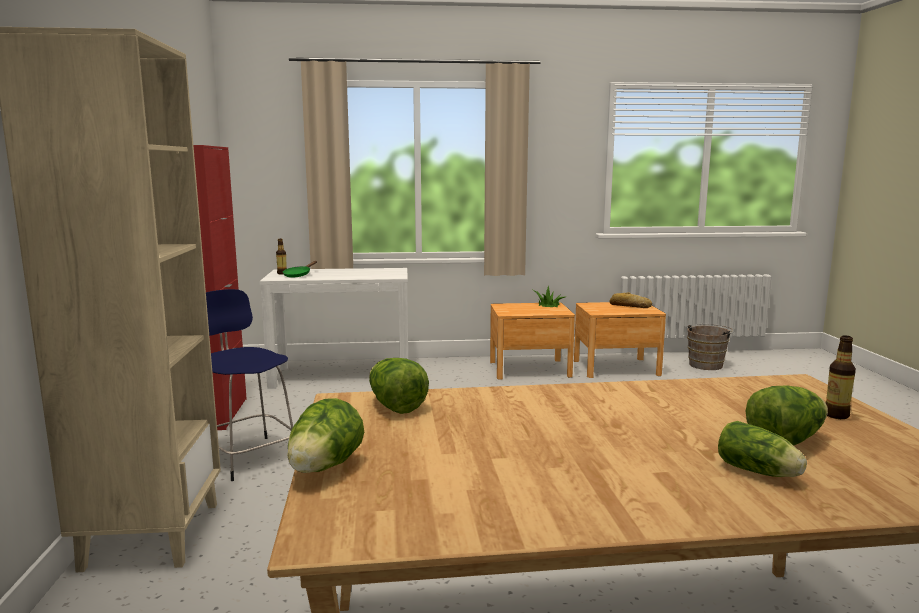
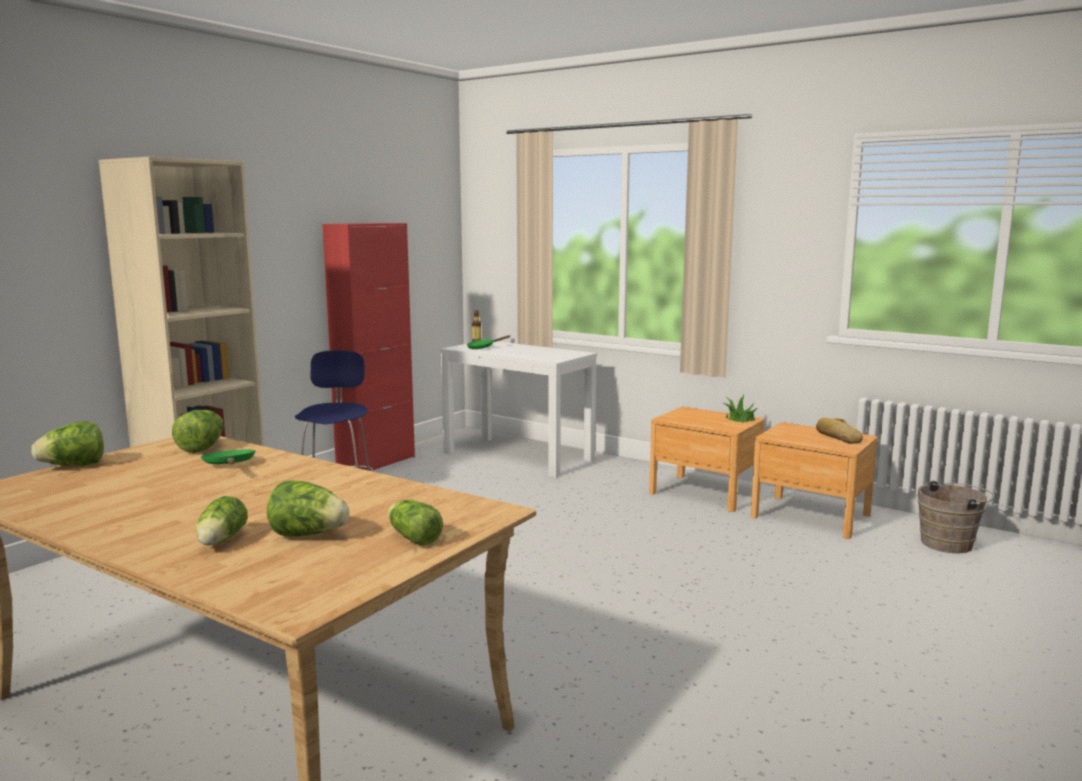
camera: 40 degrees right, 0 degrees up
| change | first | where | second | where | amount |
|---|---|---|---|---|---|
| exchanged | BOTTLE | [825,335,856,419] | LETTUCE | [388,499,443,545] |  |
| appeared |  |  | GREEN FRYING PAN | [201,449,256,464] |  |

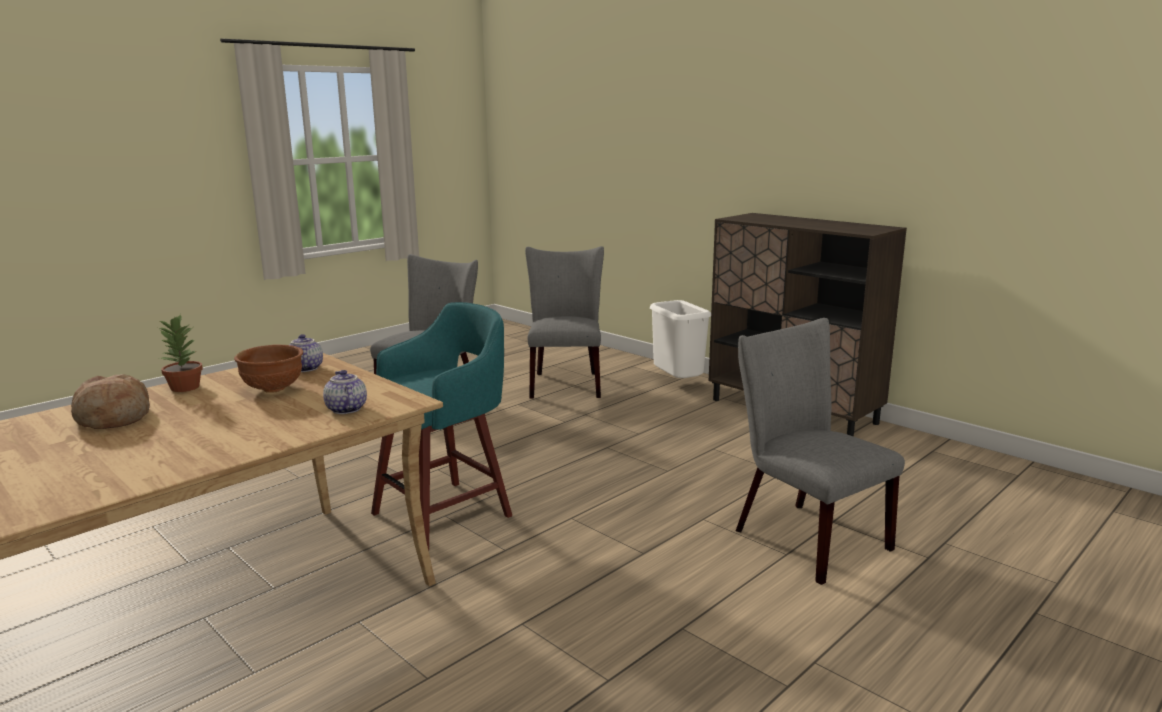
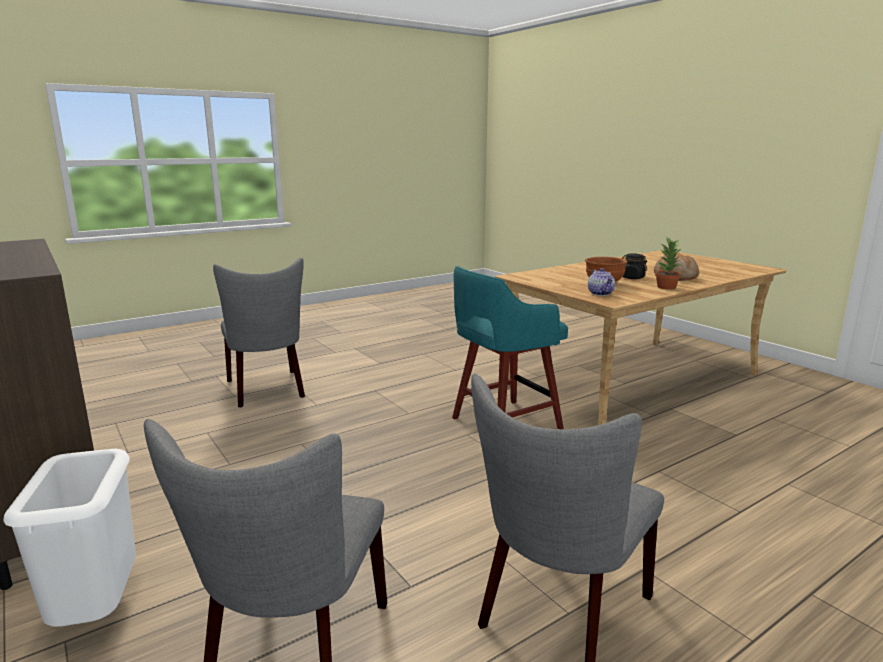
camera: 170 degrees left, 0 degrees up
| change | first | where | second | where | amount |
|---|---|---|---|---|---|
| missing | TEAPOT | [323,370,367,414] |  |  |  |
| appeared |  |  | BLACK JAR | [622,254,647,279] |  |

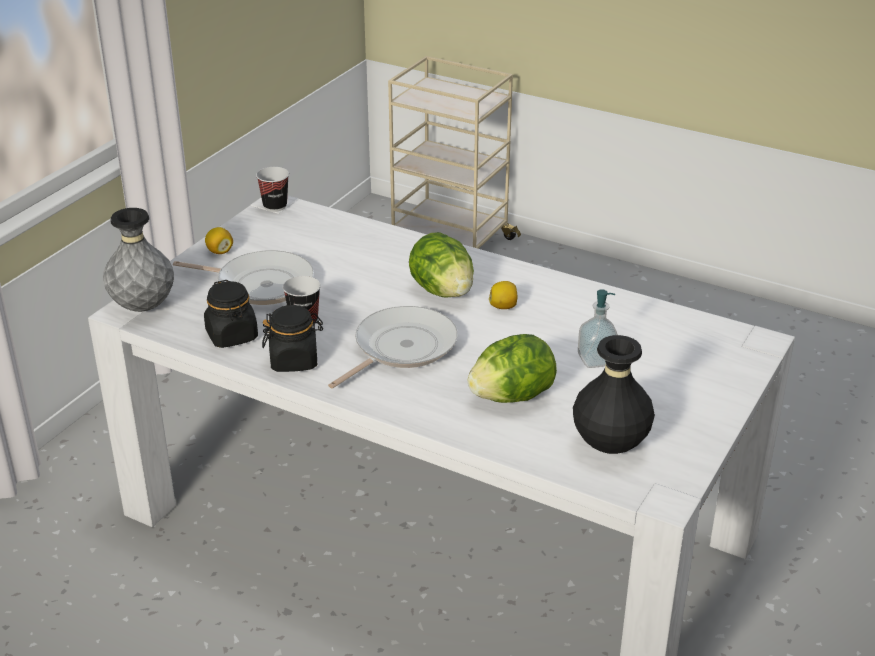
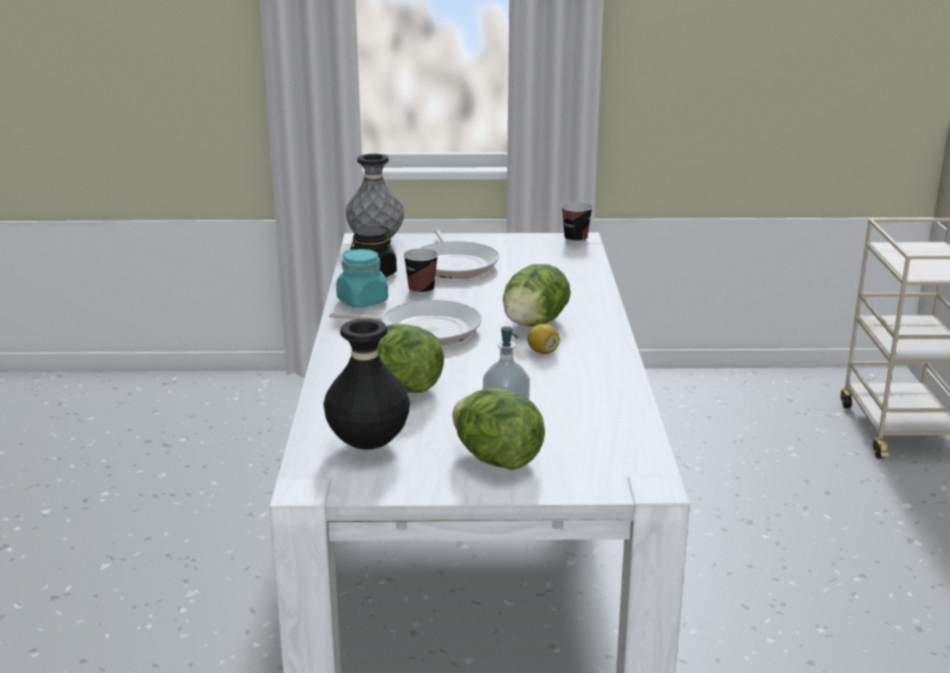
camera: 60 degrees right, 10 degrees down
| change | first | where | second | where | amount |
|---|---|---|---|---|---|
| missing | LEMON | [205,227,233,254] |  |  |  |
| colour | BLACK JAR | [262,305,323,372] | TURQUOISE JAR | [336,249,388,308] |  |
| appeared |  |  | LETTUCE | [452,388,545,470] |  |

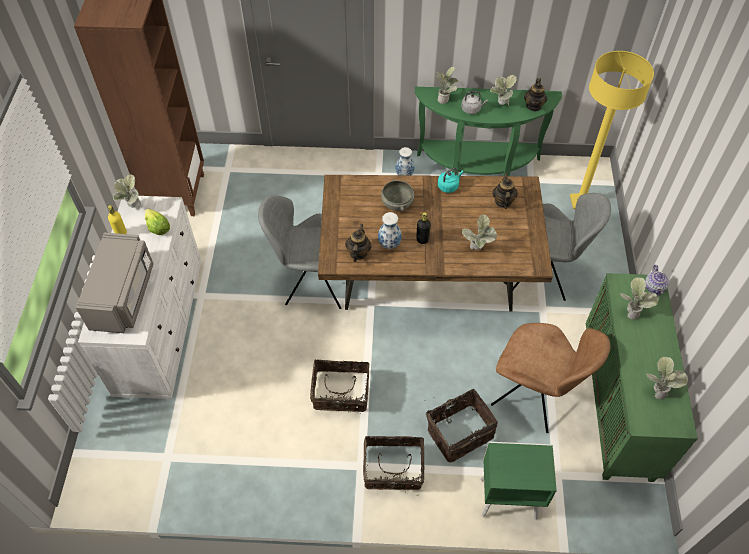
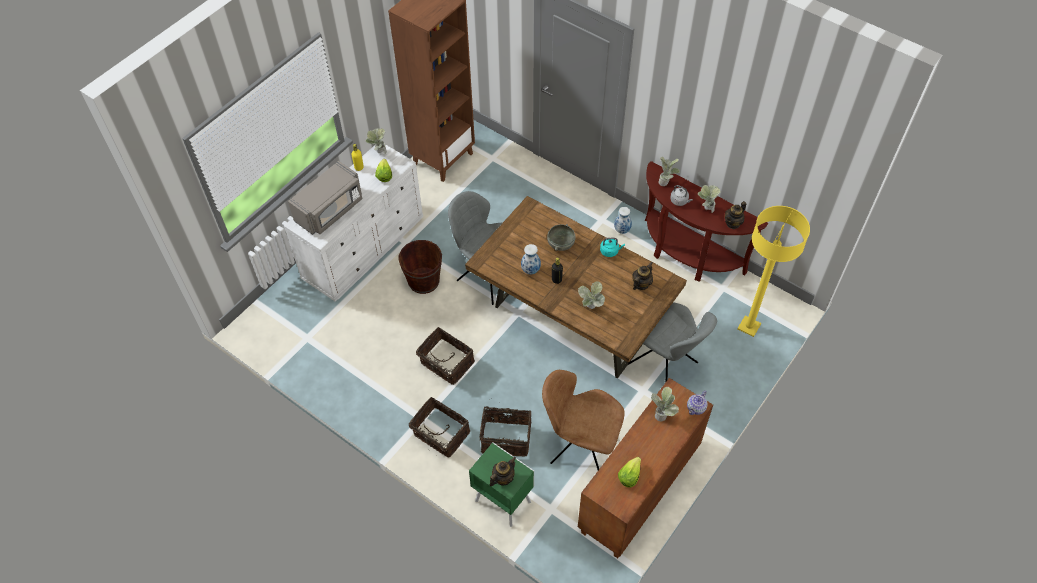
camera: 35 degrees right, 0 degrees up
| change | first | where | second | where | amount |
|---|---|---|---|---|---|
| relocated | TEAPOT | [345,224,372,262] |  | [490,457,516,486] |  |
| colour | GREEN CONSOLE TABLE | [415,87,562,176] | BROWN CONSOLE TABLE | [645,161,768,282] |  |
| spun | BROWN CHAIR | [491,323,610,433] |  | [542,370,625,470] | 135 degrees clockwise |
| colour | GREEN CABINET | [586,273,698,482] | BROWN CABINET | [578,378,713,558] |  |
| exchanged | POTTED PLANT | [646,357,688,399] | LETTUCE | [618,457,641,488] |  |
| appeared |  |  | BROWN BUCKET | [398,240,442,294] |  |

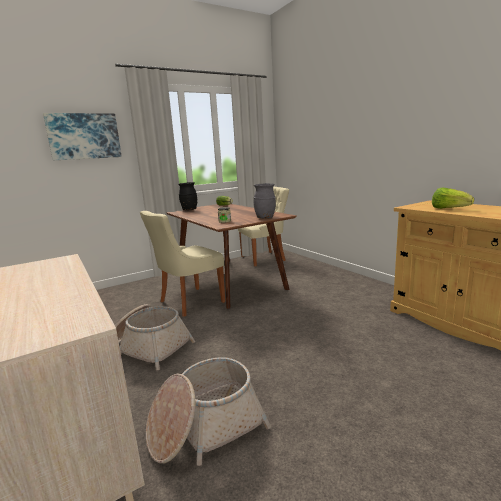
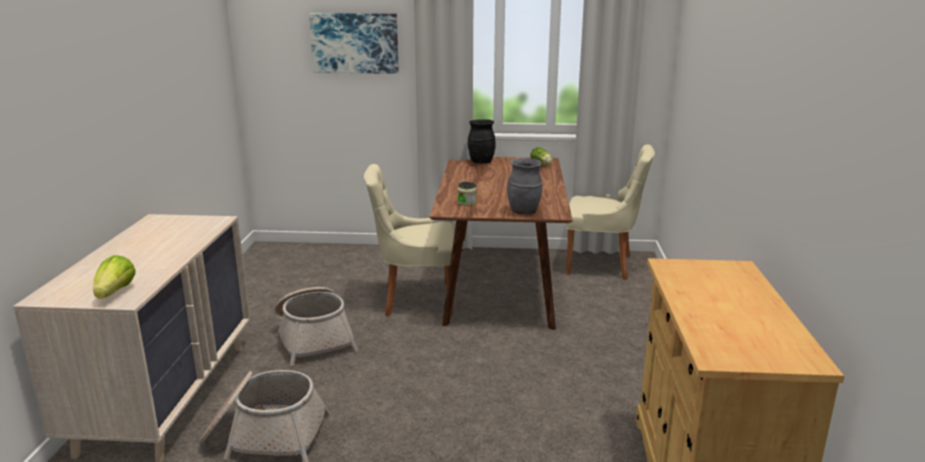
camera: 35 degrees right, 5 degrees up
| change | first | where | second | where | amount |
|---|---|---|---|---|---|
| relocated | LETTUCE | [432,188,474,209] |  | [93,255,136,298] |  |

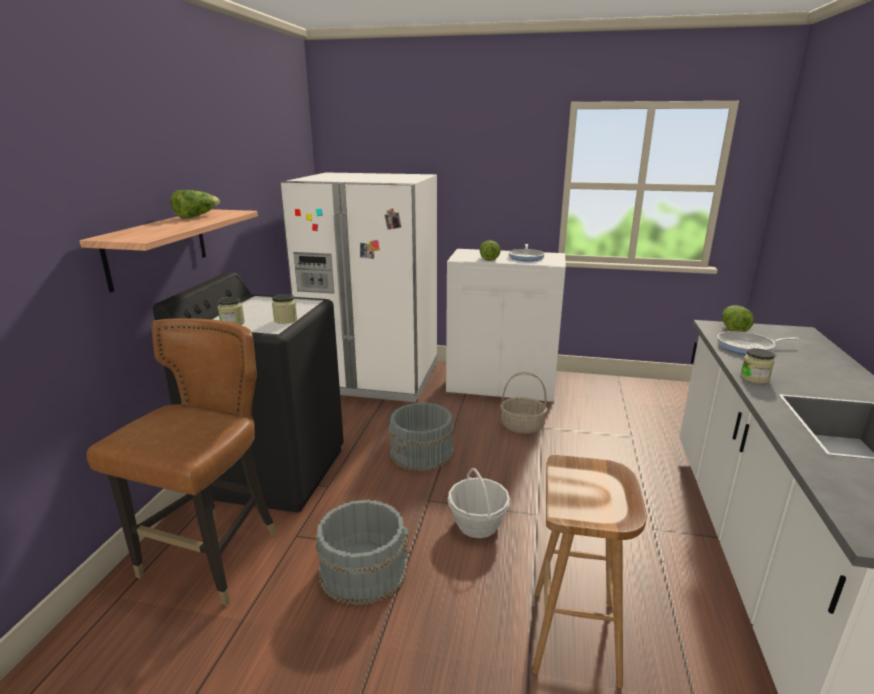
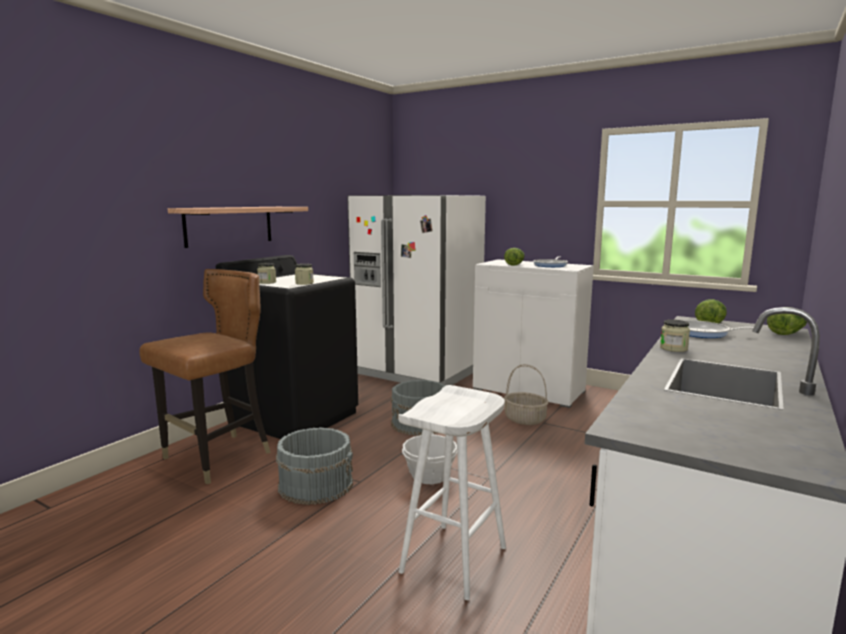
camera: 20 degrees right, 10 degrees down
| change | first | where | second | where | amount |
|---|---|---|---|---|---|
| relocated | LETTUCE | [171,190,220,218] |  | [767,307,807,335] |  |
| colour | BROWN STOOL | [532,455,647,688] | WHITE STOOL | [398,385,506,600] |  |

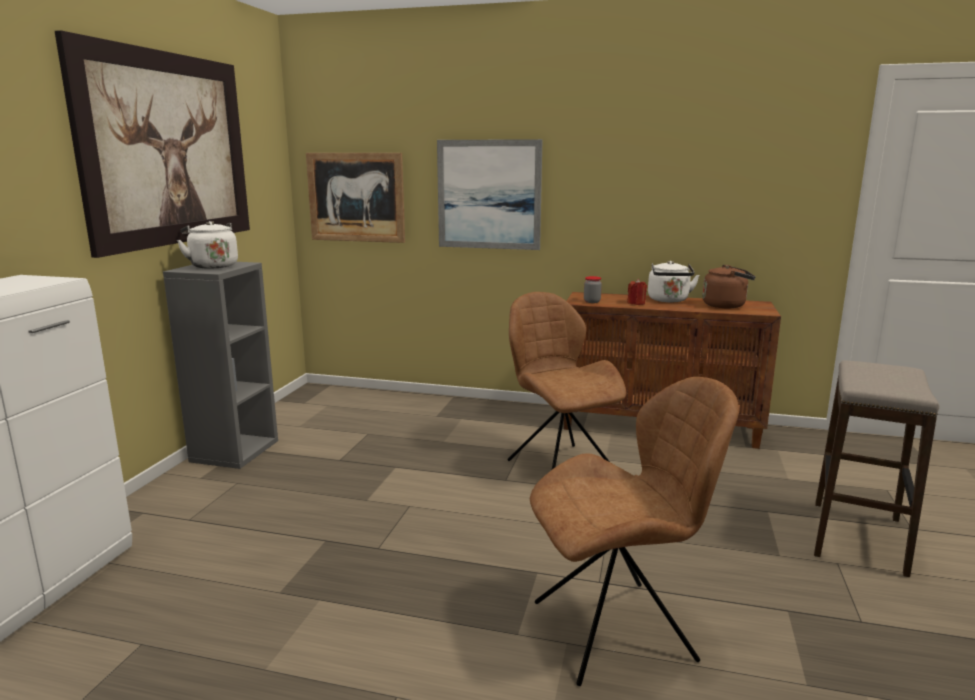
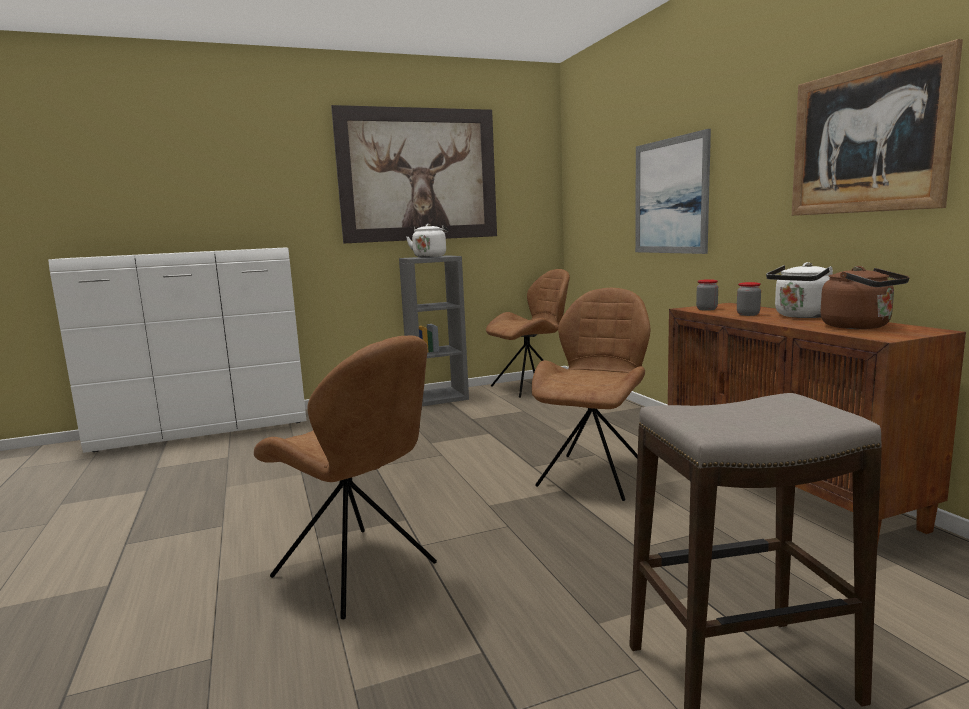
camera: 55 degrees right, 5 degrees down
| change | first | where | second | where | amount |
|---|---|---|---|---|---|
| relocated | PICTURE | [306,153,405,243] |  | [792,39,963,216] |  |
| exchanged | RED CANDLE | [627,279,647,305] | JAR | [737,282,761,316] |  |
| appeared |  |  | BROWN CHAIR | [486,269,570,398] |  |

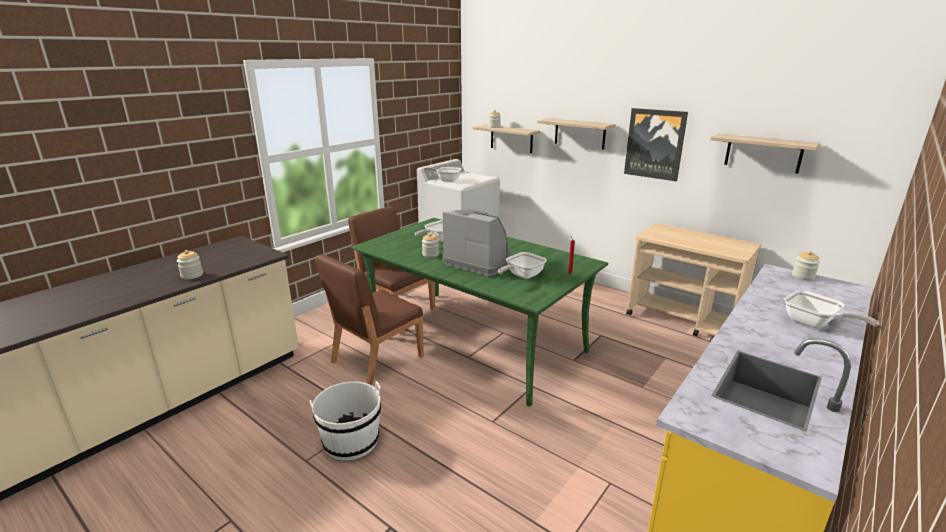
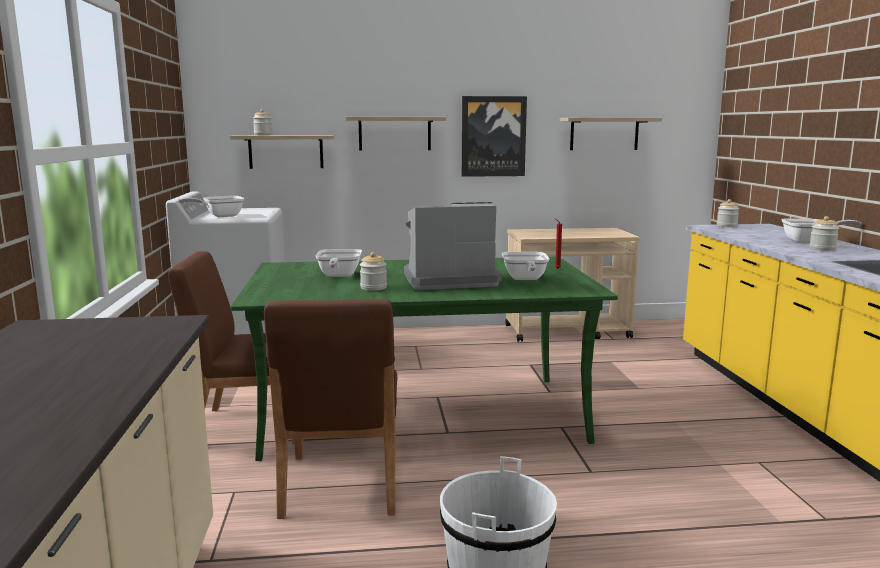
camera: 45 degrees left, 10 degrees down
| change | first | where | second | where | amount |
|---|---|---|---|---|---|
| relocated | JAR | [177,250,203,279] |  | [809,216,839,251] |  |

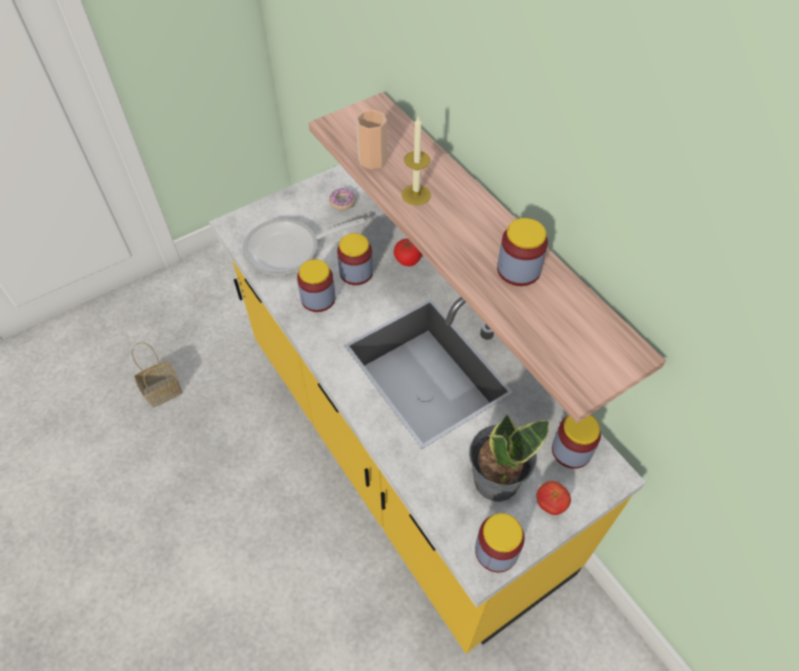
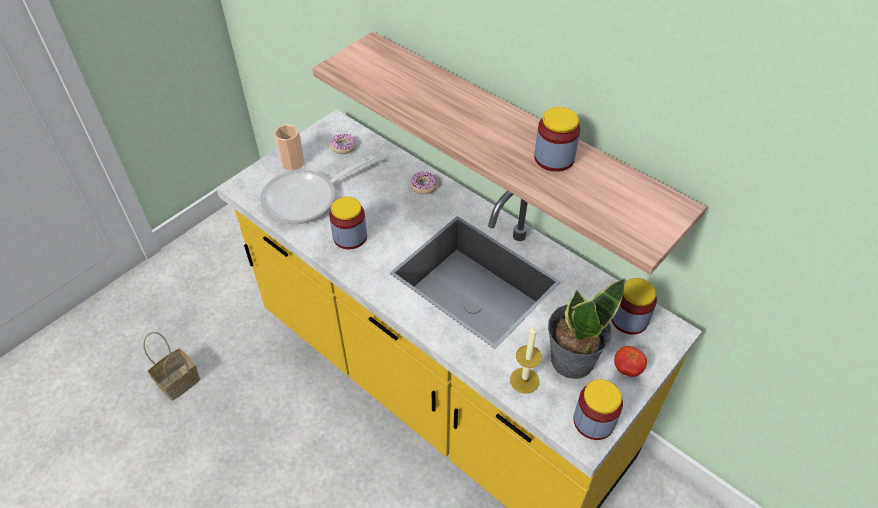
camera: 15 degrees left, 5 degrees down
| change | first | where | second | where | amount |
|---|---|---|---|---|---|
| missing | JAR | [337,233,373,285] |  |  |  |
| relocated | CUP | [356,110,388,169] |  | [274,124,305,171] |  |
| exchanged | TOMATO | [394,238,422,266] | DONUT | [410,172,438,194] |  |
| relocated | CANDLE | [402,115,431,205] |  | [510,327,542,394] |  |

